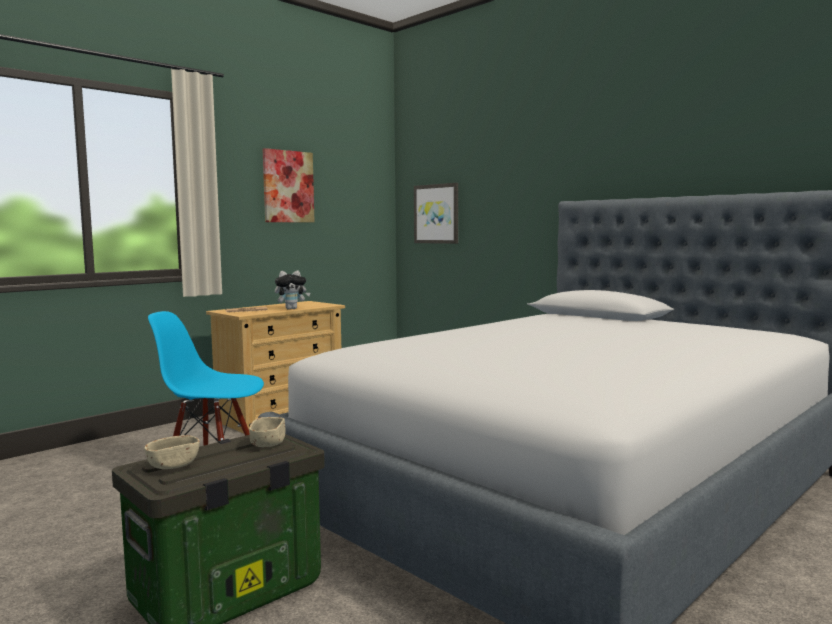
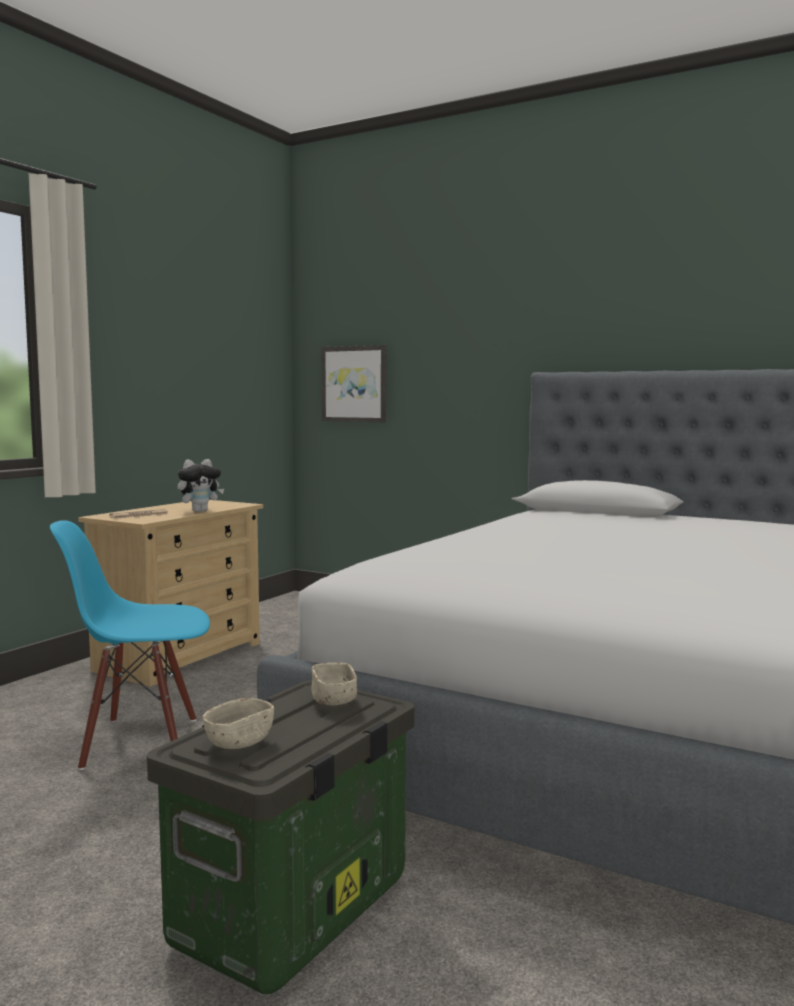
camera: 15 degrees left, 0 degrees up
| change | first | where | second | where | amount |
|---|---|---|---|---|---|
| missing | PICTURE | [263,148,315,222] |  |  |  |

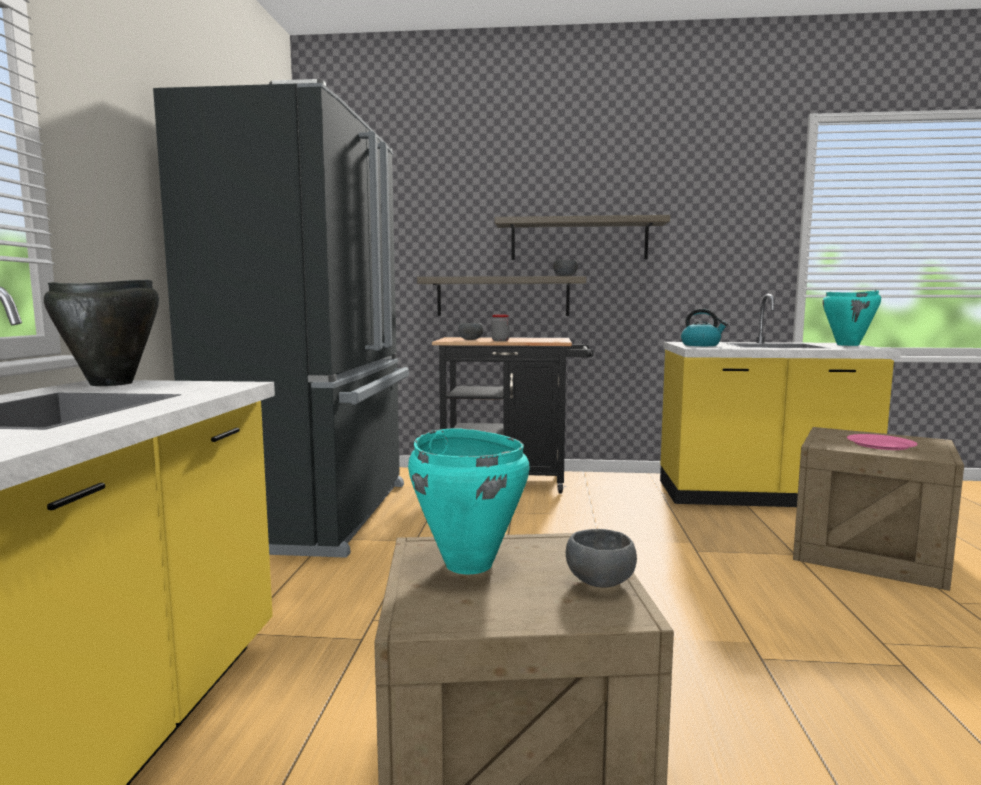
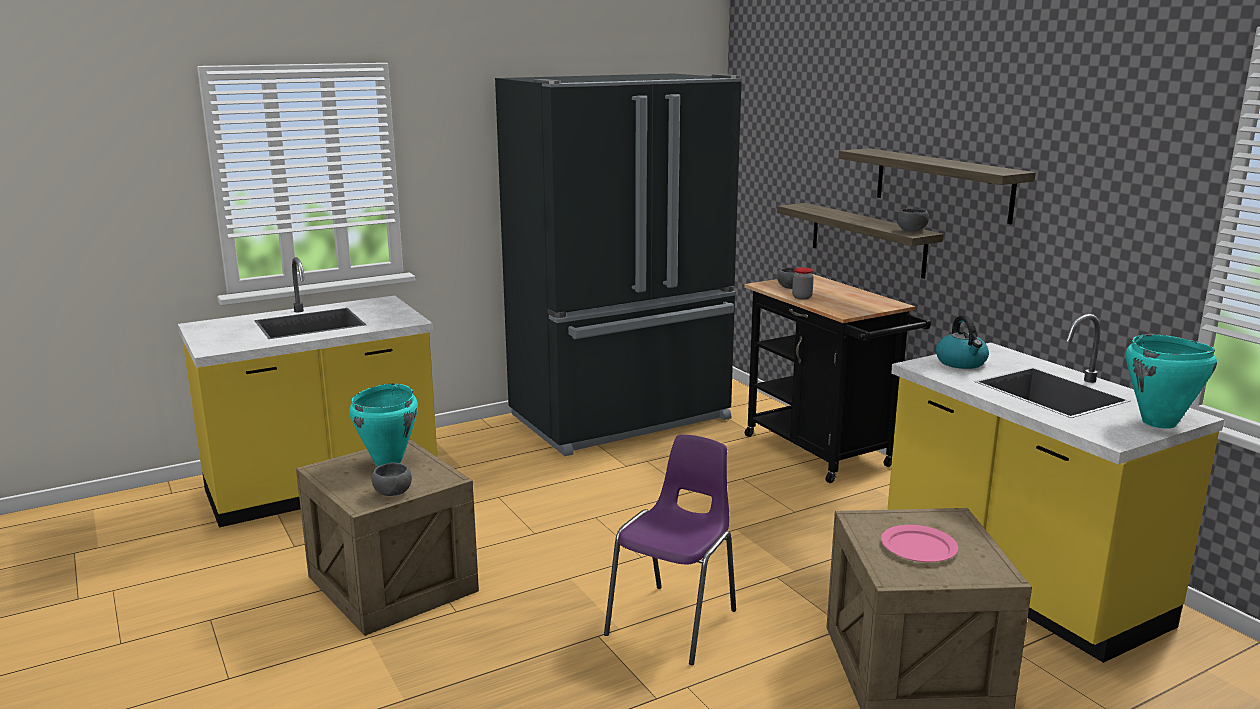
camera: 55 degrees right, 10 degrees up
| change | first | where | second | where | amount |
|---|---|---|---|---|---|
| missing | BLACK COOKING POT | [44,279,159,386] |  |  |  |
| appeared |  |  | PURPLE CHAIR | [604,435,736,665] |  |

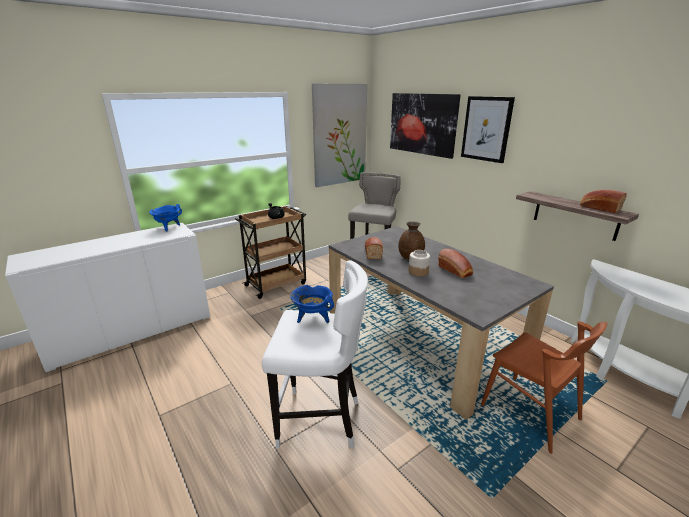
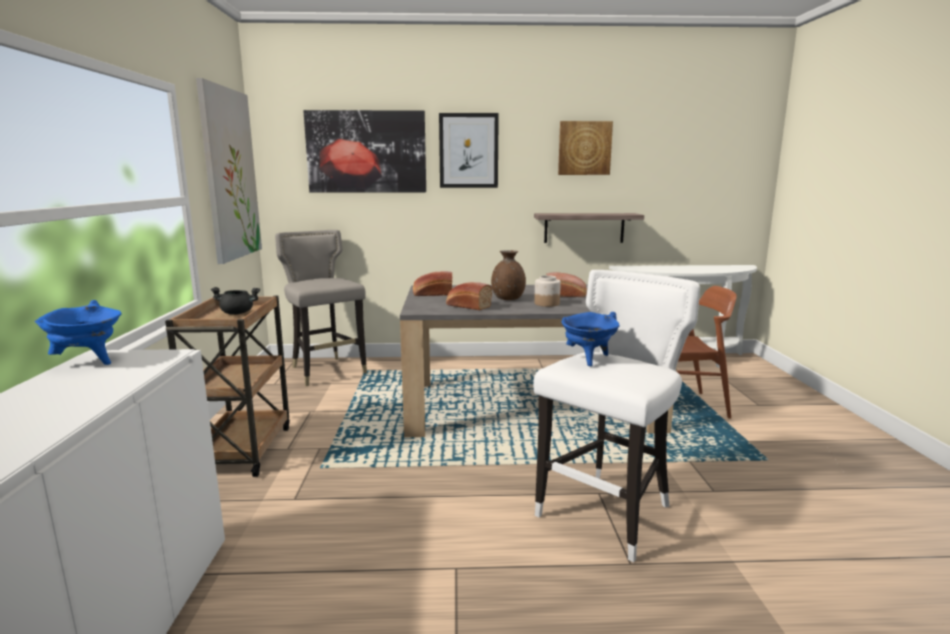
camera: 55 degrees left, 10 degrees down
| change | first | where | second | where | amount |
|---|---|---|---|---|---|
| relocated | BREAD | [580,190,627,213] |  | [413,271,452,296] |  |
| appeared |  |  | PICTURE | [558,121,613,175] |  |

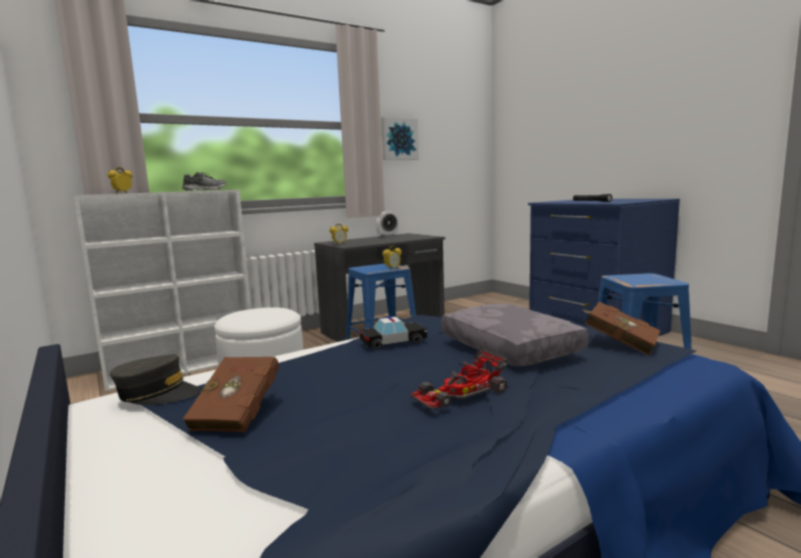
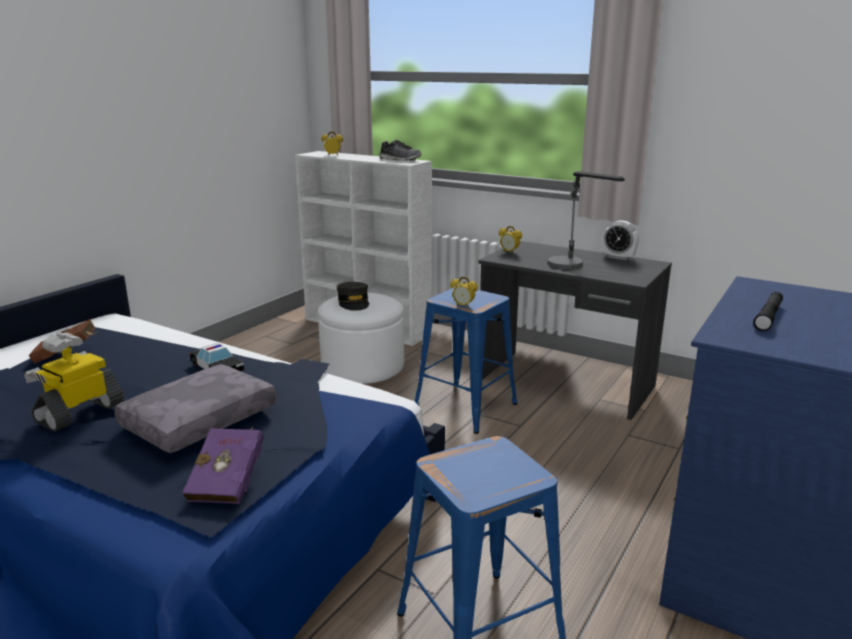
camera: 65 degrees right, 10 degrees up
| change | first | where | second | where | amount |
|---|---|---|---|---|---|
| relocated | GREY CAP | [110,354,201,405] |  | [337,282,369,311] |  |
| missing | PICTURE | [381,117,419,160] |  |  |  |
| exchanged | TOY CAR | [410,350,507,410] | TOY ROBOT | [24,333,124,431] |  |
| colour | BROWN BOOK | [581,302,661,356] | PURPLE BOOK | [182,427,264,504] |  |
| appeared |  |  | TABLE LAMP | [548,171,625,269] |  |

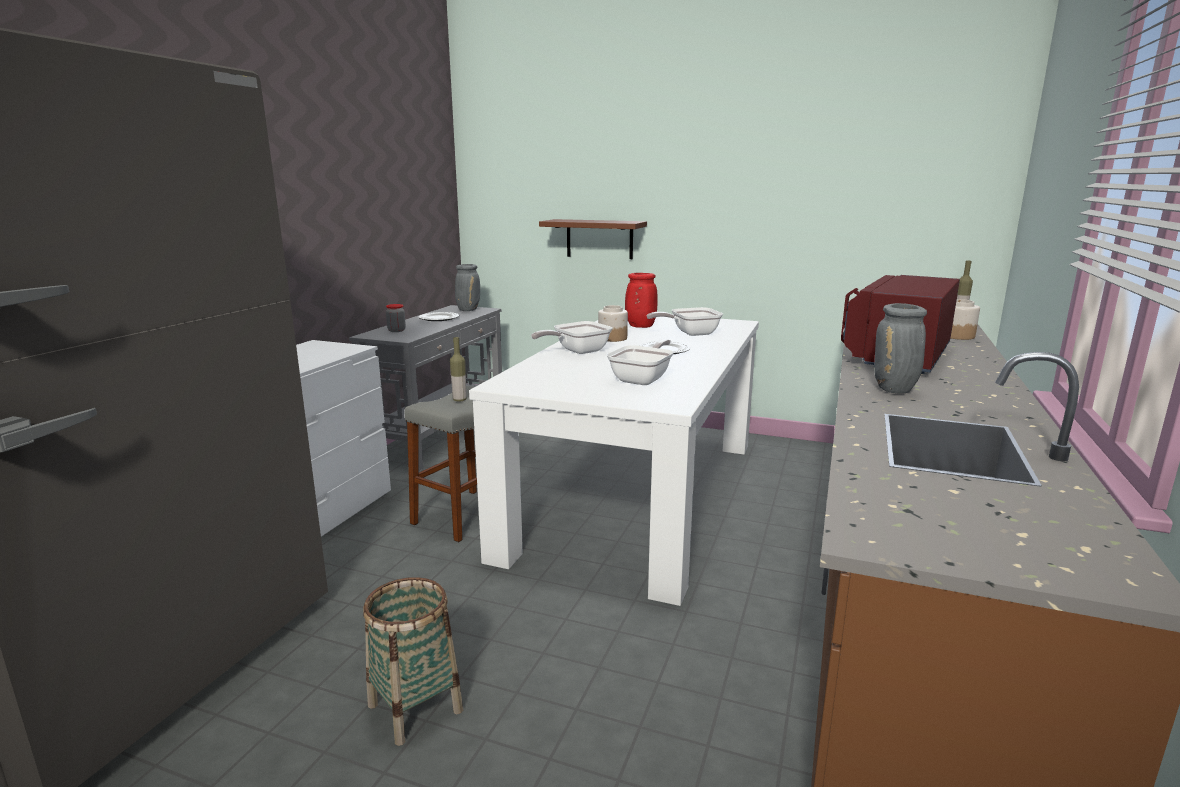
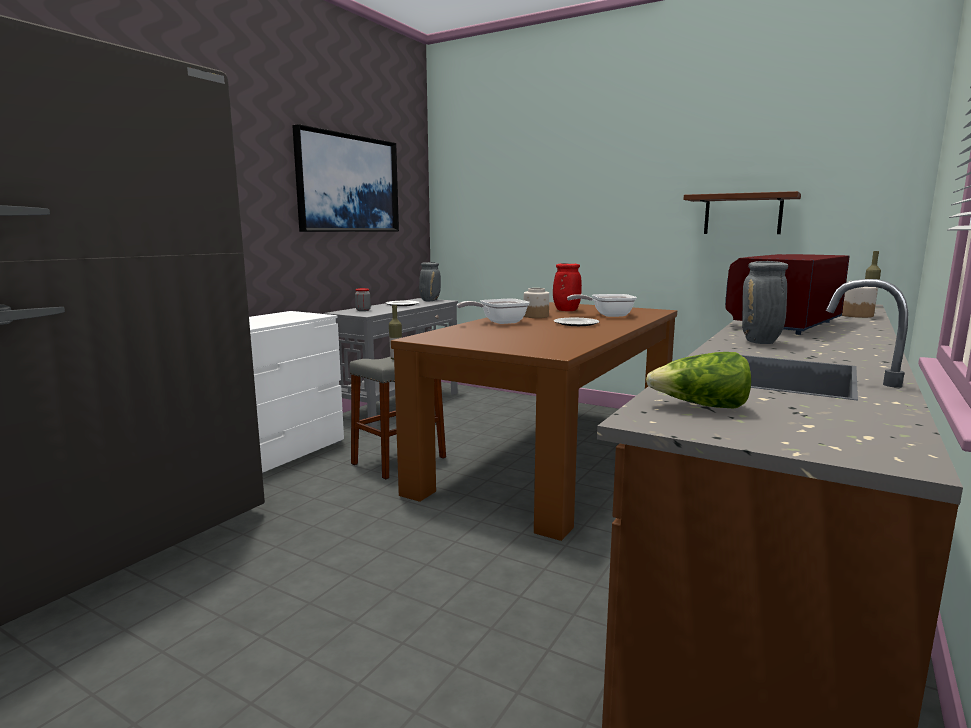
camera: 10 degrees right, 5 degrees down
| change | first | where | second | where | amount |
|---|---|---|---|---|---|
| missing | BASKET | [363,577,463,746] |  |  |  |
| colour | WHITE DINING TABLE | [469,317,759,606] | BROWN DINING TABLE | [391,302,677,541] |  |
| relocated | BROWN SHELF | [539,219,647,259] |  | [684,191,801,234] |  |
| missing | FRYING PAN | [607,339,674,385] |  |  |  |
| appeared |  |  | PICTURE | [292,124,399,232] |  |
| appeared |  |  | LETTUCE | [646,352,751,409] |  |

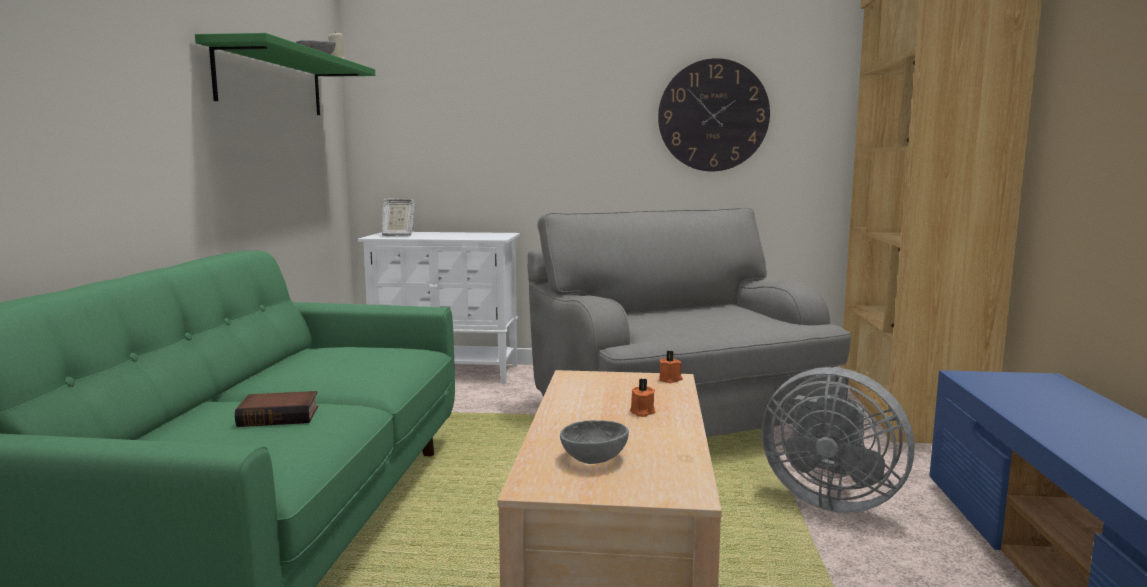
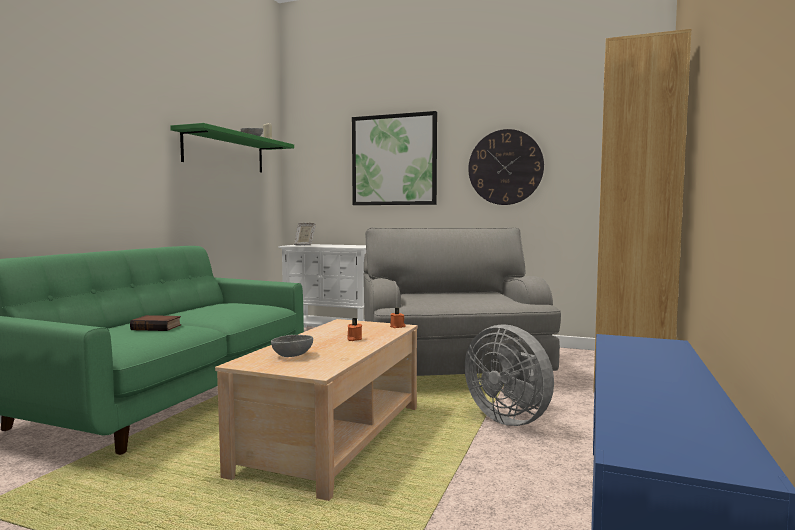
camera: 15 degrees right, 5 degrees down
| change | first | where | second | where | amount |
|---|---|---|---|---|---|
| appeared |  |  | PICTURE | [352,111,437,205] |  |

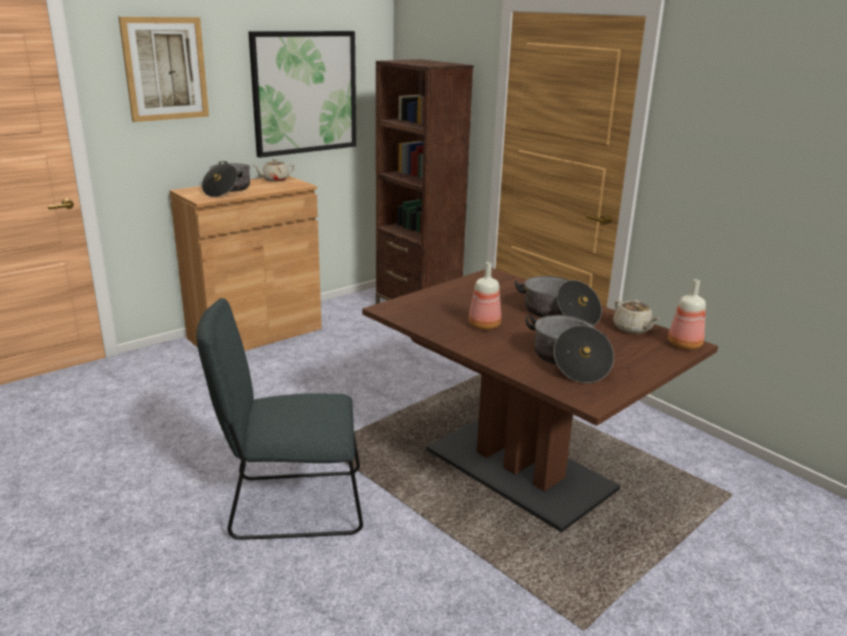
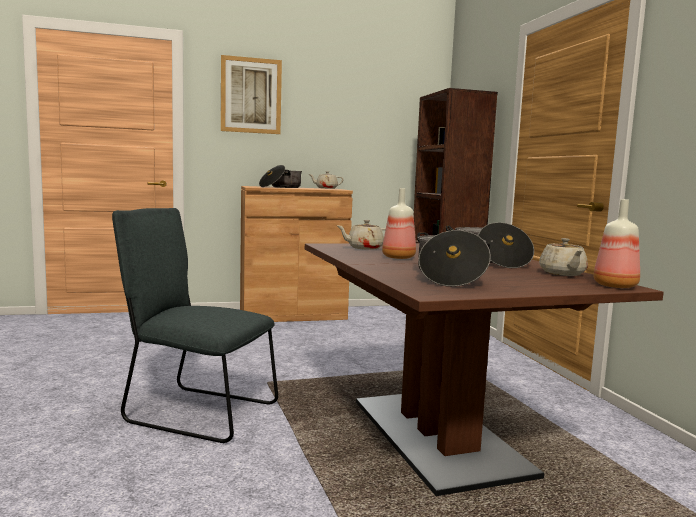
camera: 25 degrees right, 15 degrees down
| change | first | where | second | where | amount |
|---|---|---|---|---|---|
| missing | PICTURE | [248,31,356,158] |  |  |  |
| appeared |  |  | BEIGE TEAPOT | [337,220,386,250] |  |

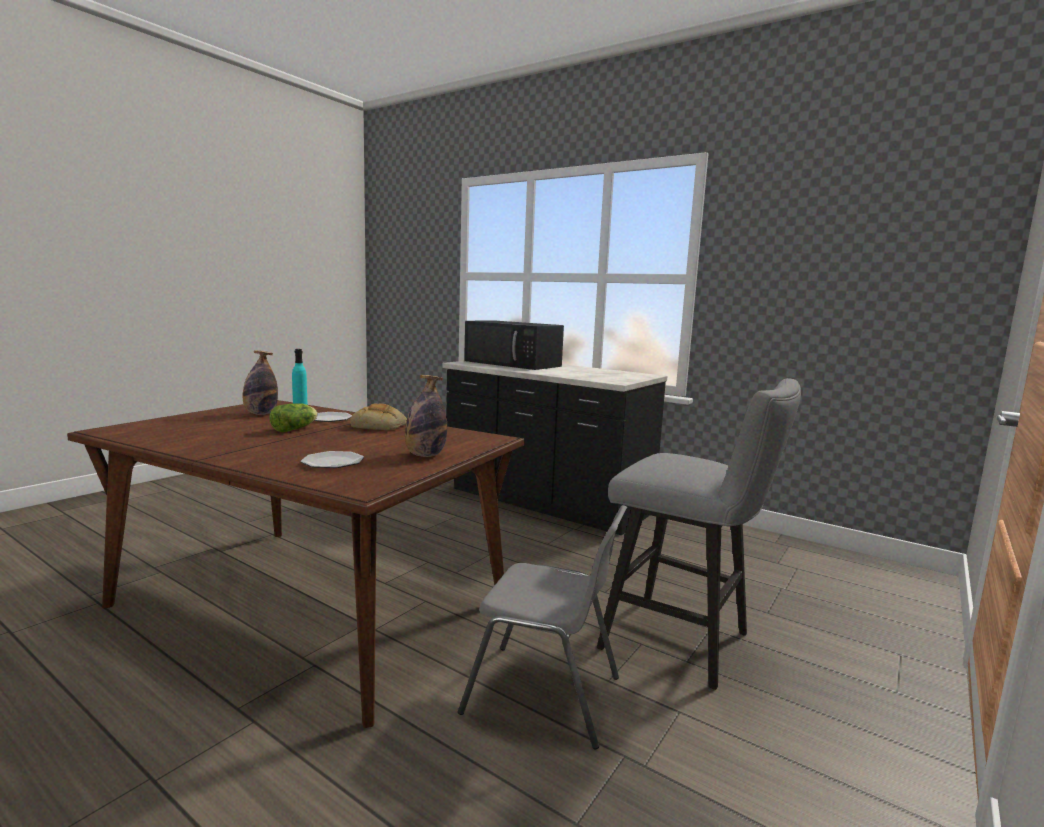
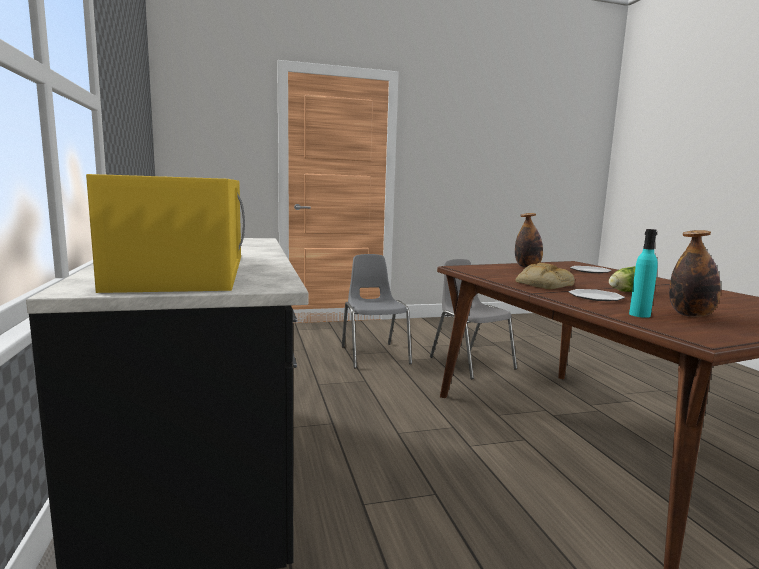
camera: 140 degrees left, 0 degrees up
| change | first | where | second | where | amount |
|---|---|---|---|---|---|
| colour | BLACK MICROWAVE | [464,320,564,370] | YELLOW MICROWAVE | [86,174,245,293] |  |
| exchanged | GREY STOOL | [597,378,801,690] | GREY CHAIR | [342,254,412,368] |  |

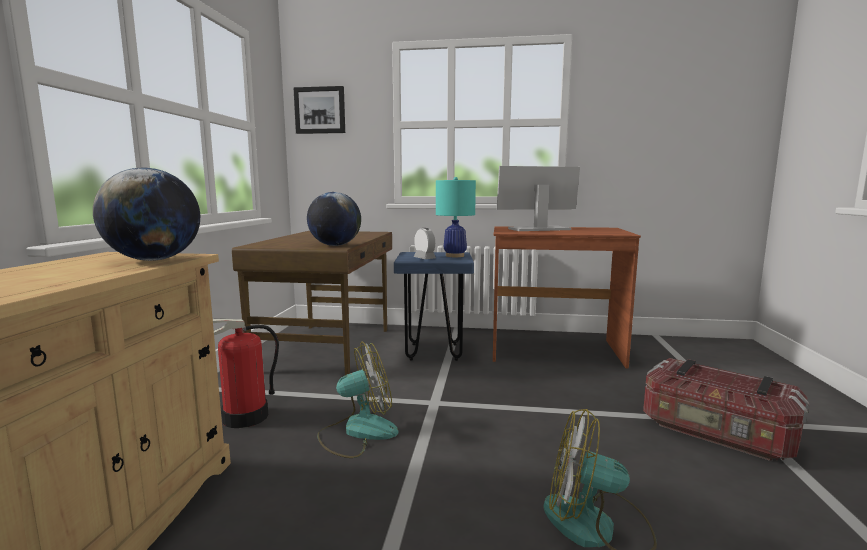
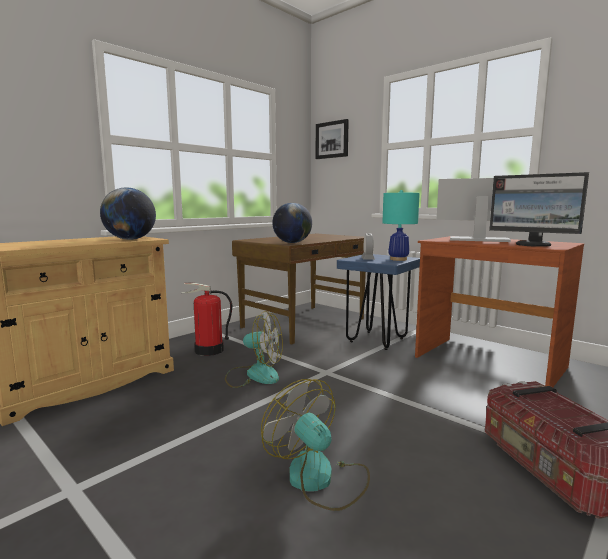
camera: 35 degrees right, 0 degrees up
| change | first | where | second | where | amount |
|---|---|---|---|---|---|
| appeared |  |  | MONITOR | [489,172,589,247] |  |

